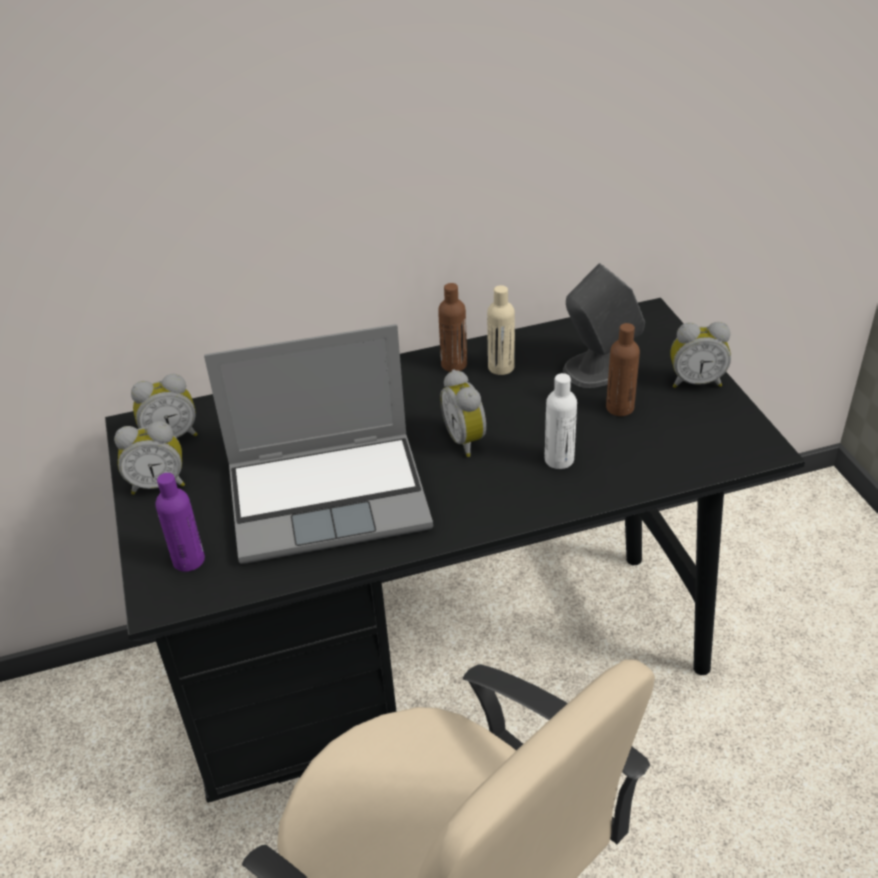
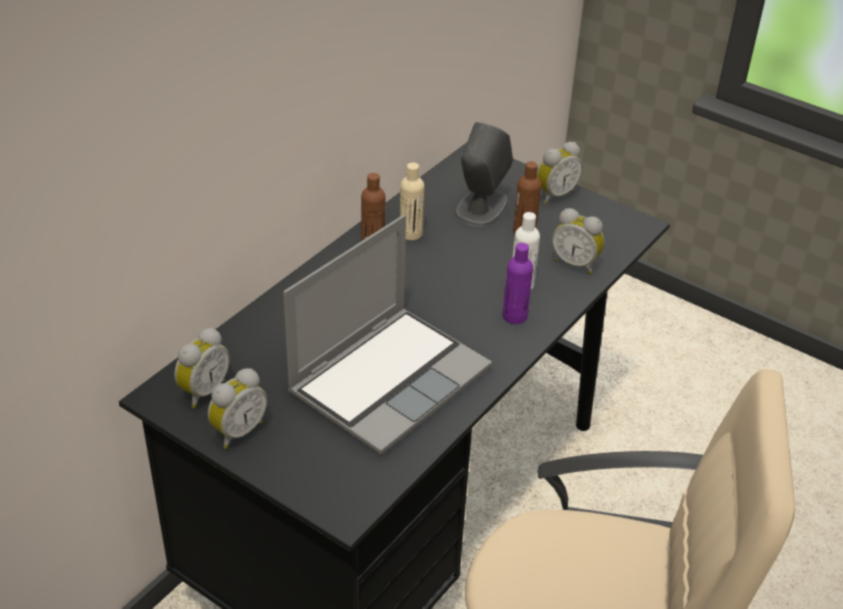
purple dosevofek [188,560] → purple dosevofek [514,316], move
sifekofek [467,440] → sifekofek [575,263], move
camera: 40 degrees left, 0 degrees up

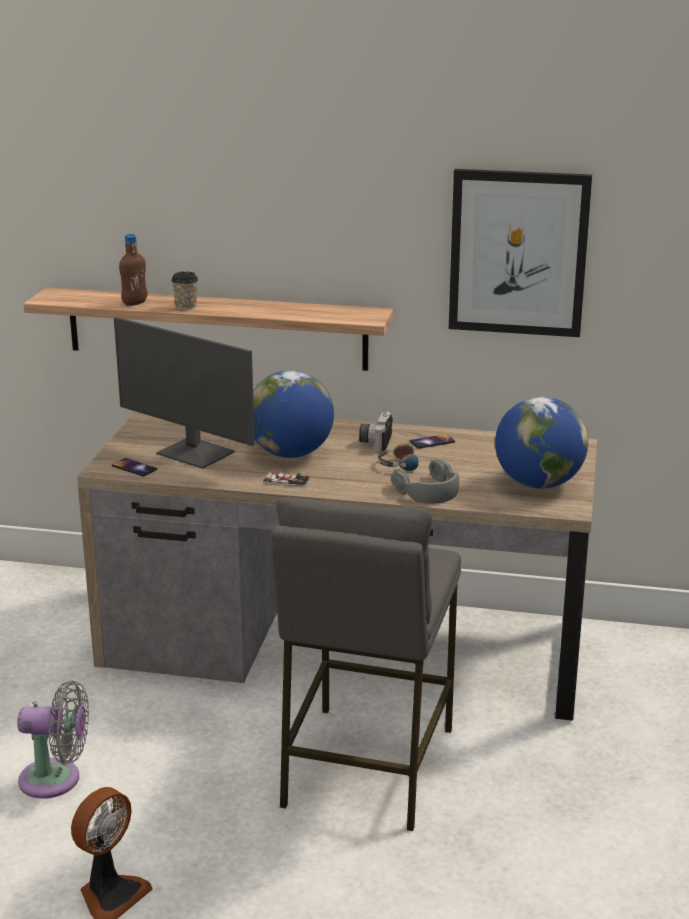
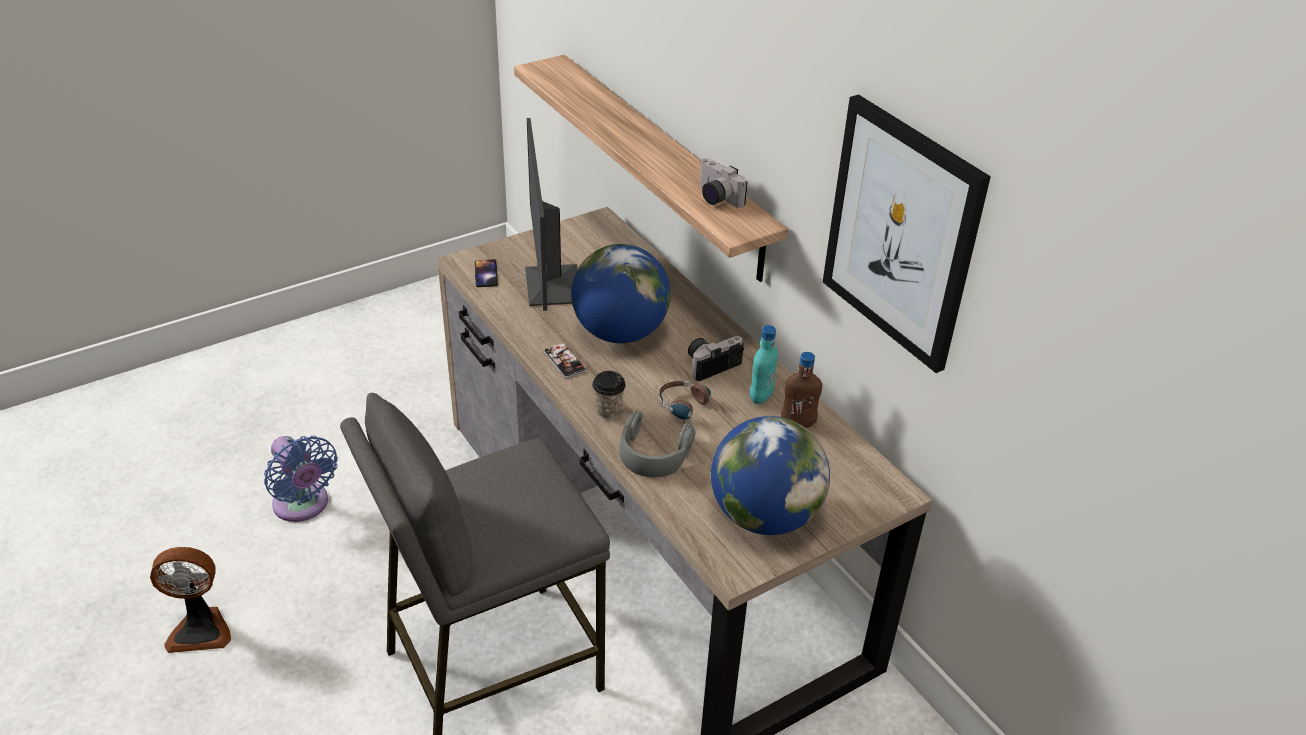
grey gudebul [56,780] → blue gudebul [303,506]
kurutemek [186,307] → kurutemek [608,411], move
- → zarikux [715,198]
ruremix [432,442] → turquoise dosevofek [761,396]
brown dosevofek [134,303] → brown dosevofek [798,423], move
camera: 45 degrees right, 15 degrees up

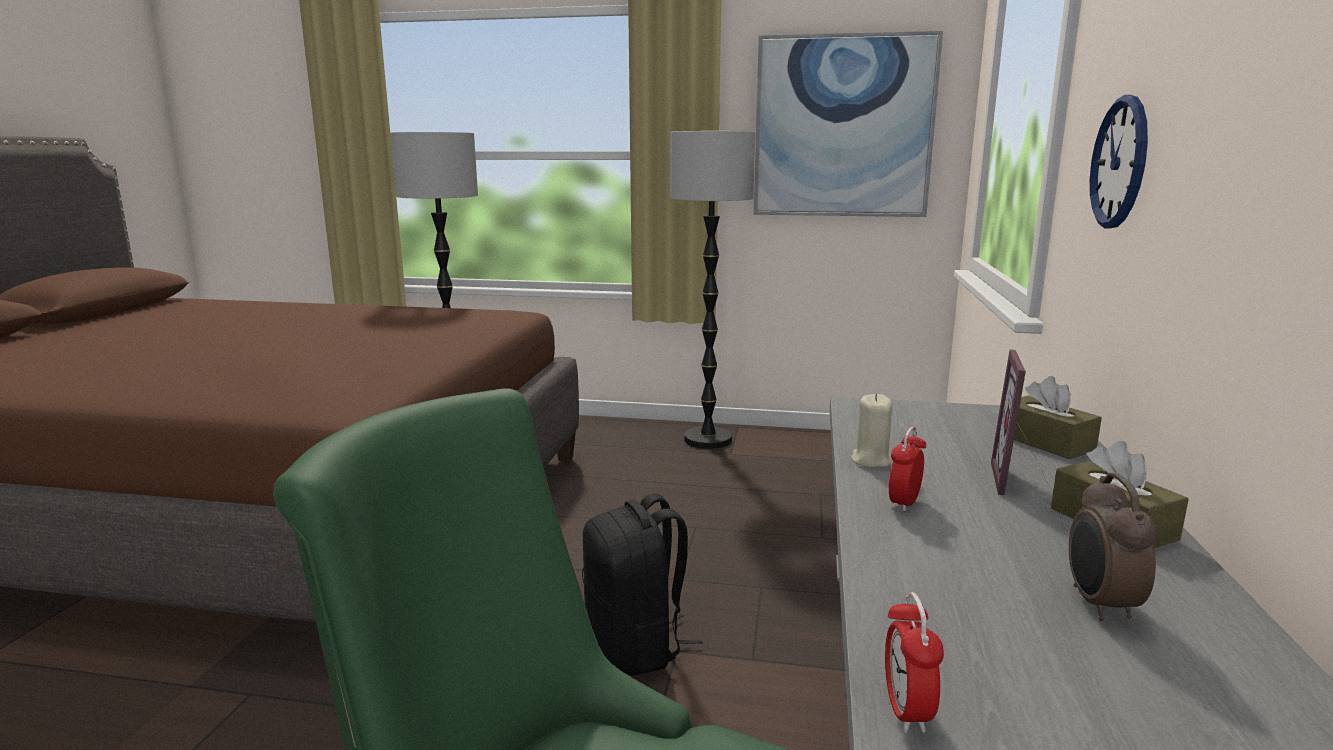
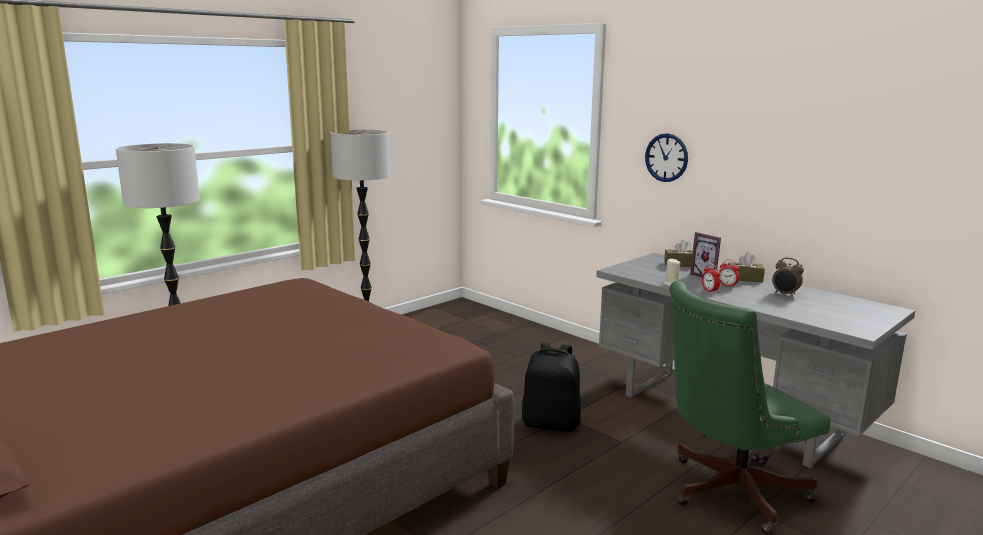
sifekofek [906,711] → sifekofek [727,286], move
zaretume [843,127] → -
camera: 55 degrees left, 0 degrees up

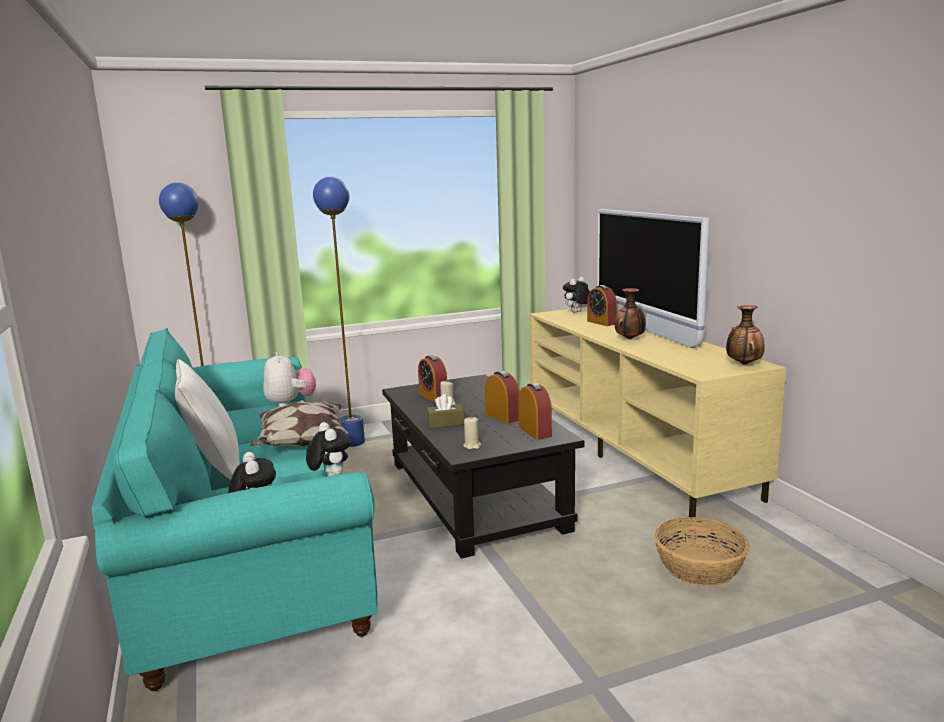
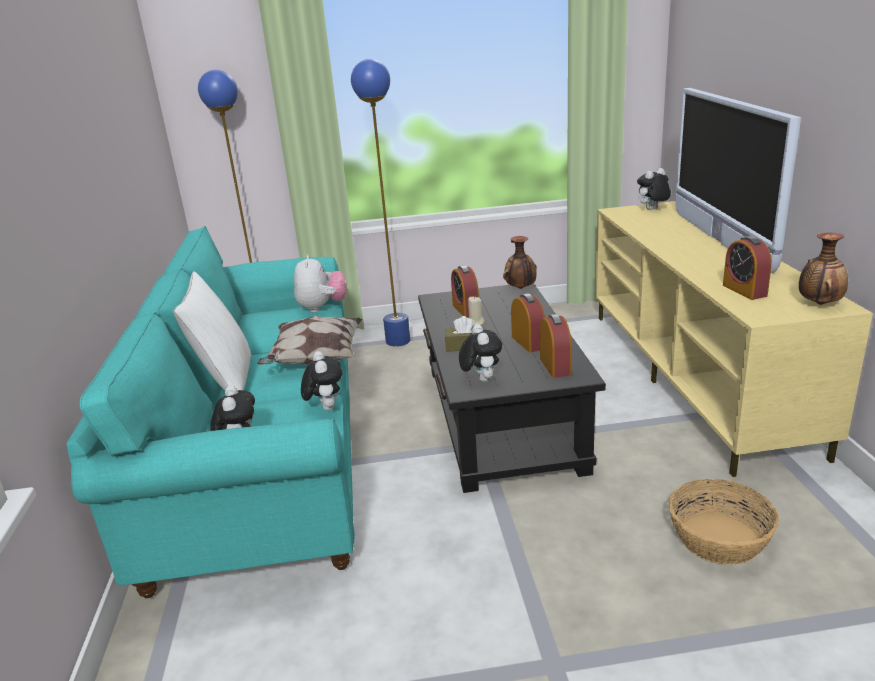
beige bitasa [472,445] → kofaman [481,379]
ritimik [630,339] → ritimik [520,288], move
sifekofek [601,322] → sifekofek [744,290], move
camera: 15 degrees right, 10 degrees up

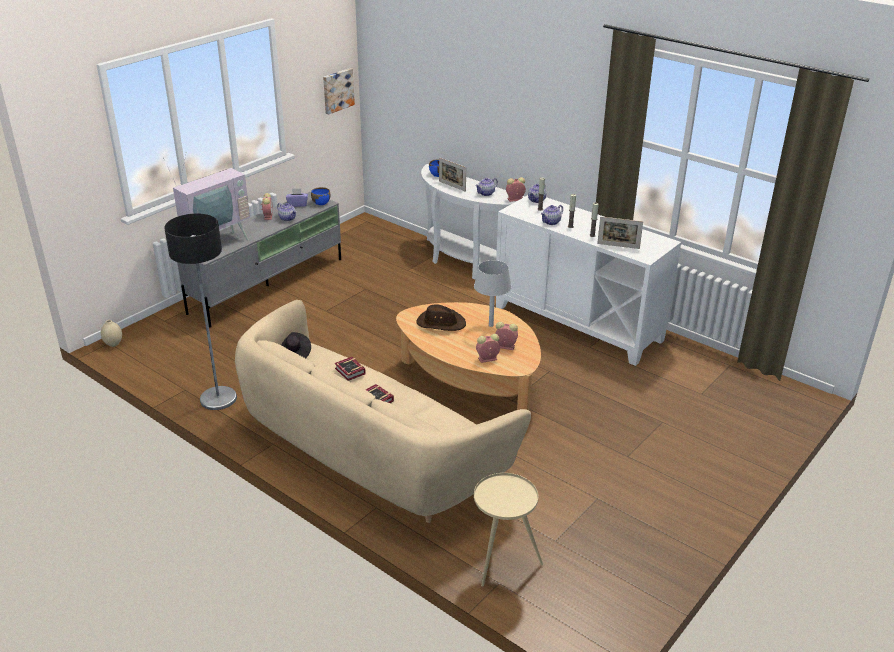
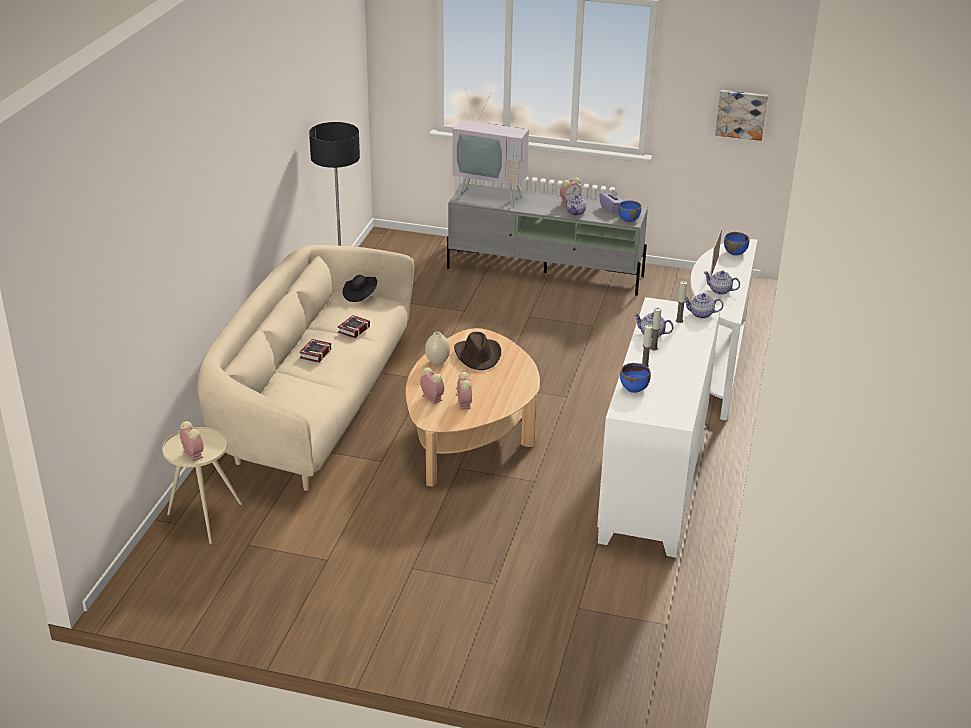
sifekofek [514,199] → sifekofek [192,454], move
beige ritimik [113,344] → beige ritimik [437,362], move
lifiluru [618,246] → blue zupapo [634,388]
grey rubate [490,325] → -
camera: 65 degrees right, 0 degrees up

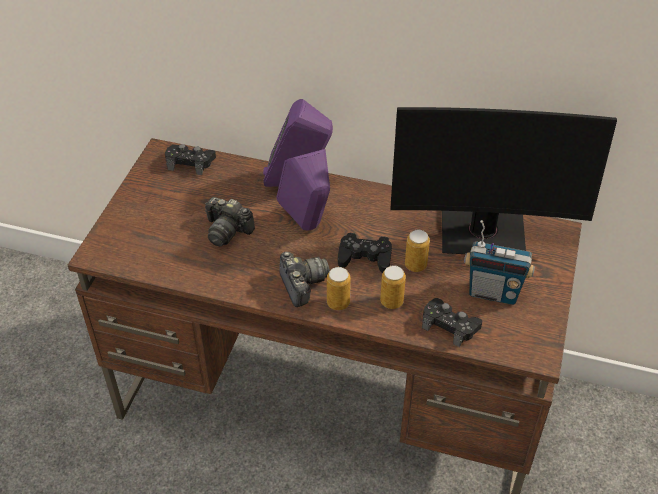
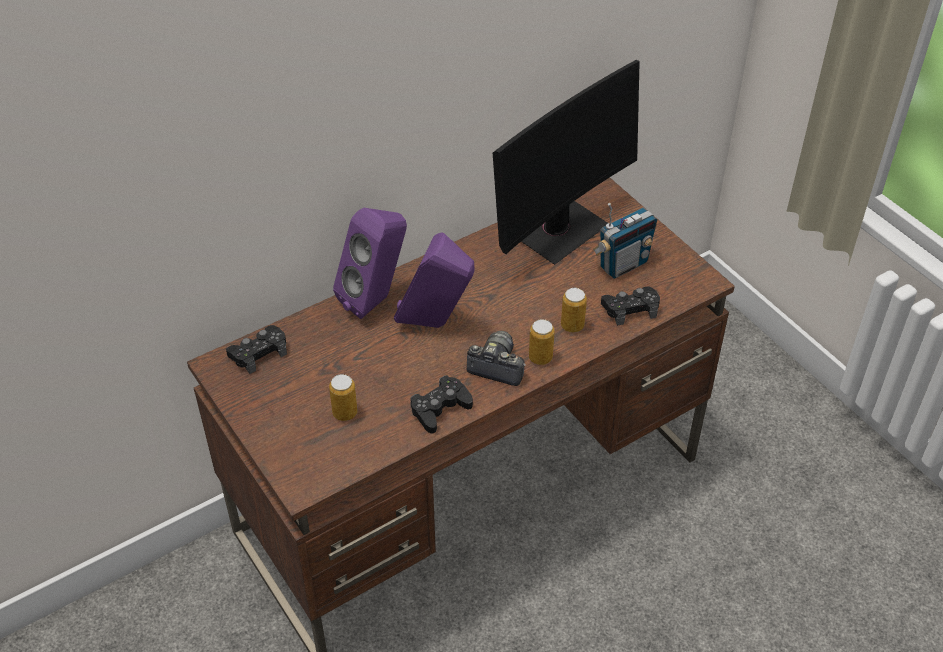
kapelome [415,265] → kapelome [345,413], move
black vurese [365,257] → black vurese [440,409], move
zarikux [227,231] → -
camera: 50 degrees left, 0 degrees up

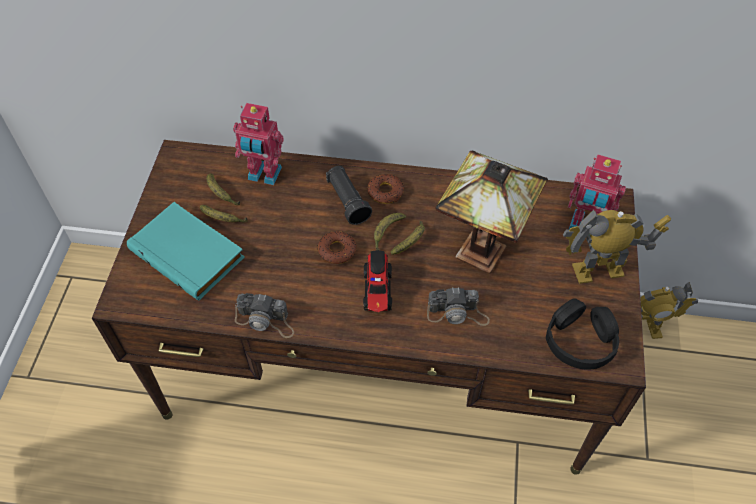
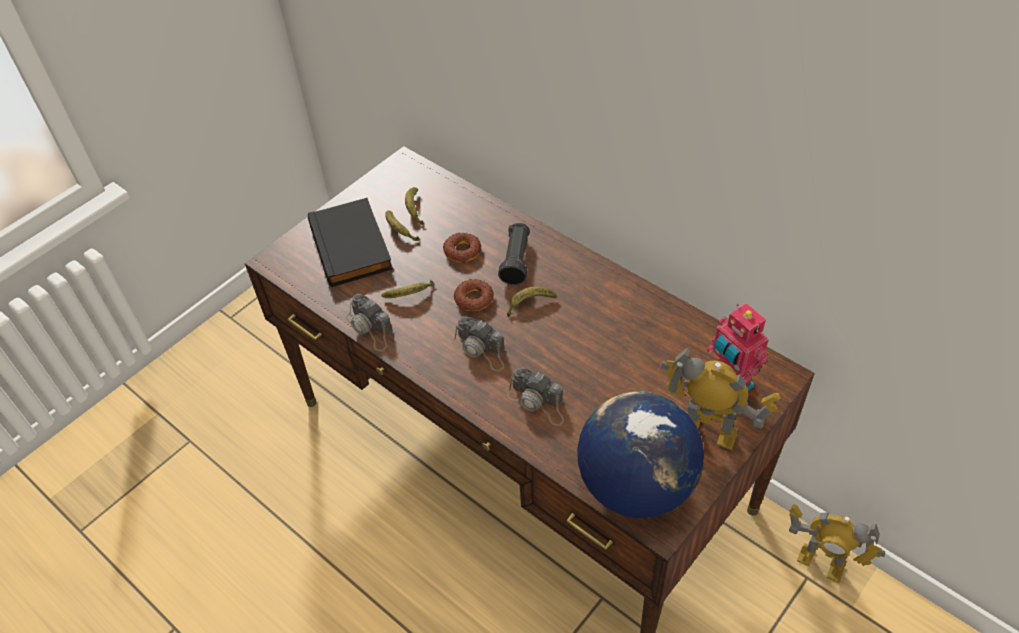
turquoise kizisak [189,253] → black kizisak [353,246]
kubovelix [411,242] → kubovelix [409,295], move
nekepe [385,192] → nekepe [462,251], move
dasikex [377,292] → zarikux [481,350]
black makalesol [580,341] → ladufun [635,485]
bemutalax [264,175] → -
rubate [480,248] → -
camera: 35 degrees right, 5 degrees down

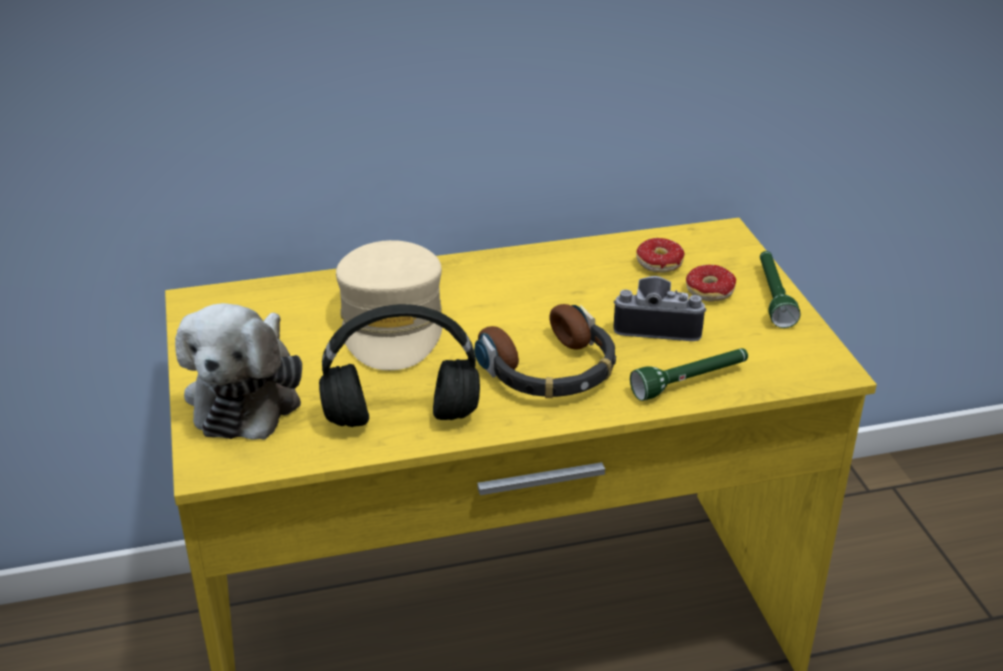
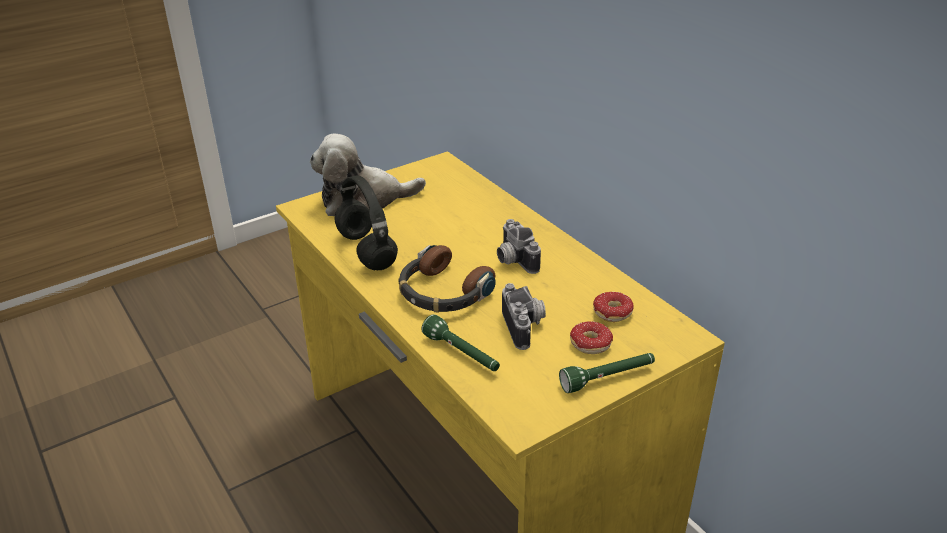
- → zarikux [513,260]
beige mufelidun [392,324] → -
camera: 70 degrees right, 0 degrees up

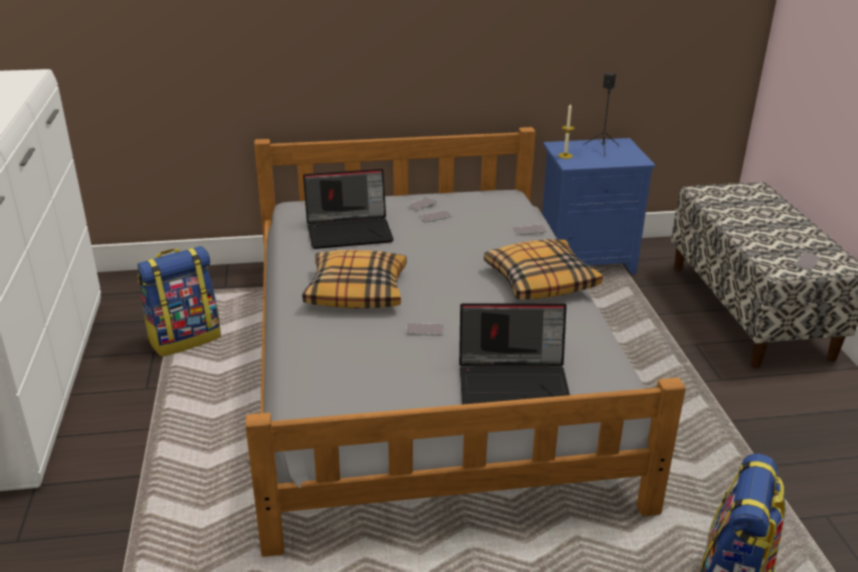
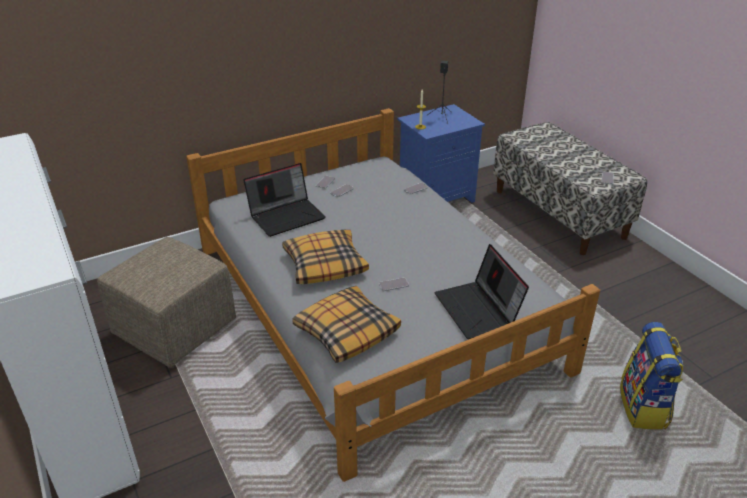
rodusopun [185,338] → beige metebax [175,328]
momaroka [540,280] → momaroka [346,331], move
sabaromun [515,382] → sabaromun [478,310], 90 degrees clockwise
camera: 20 degrees left, 5 degrees up

